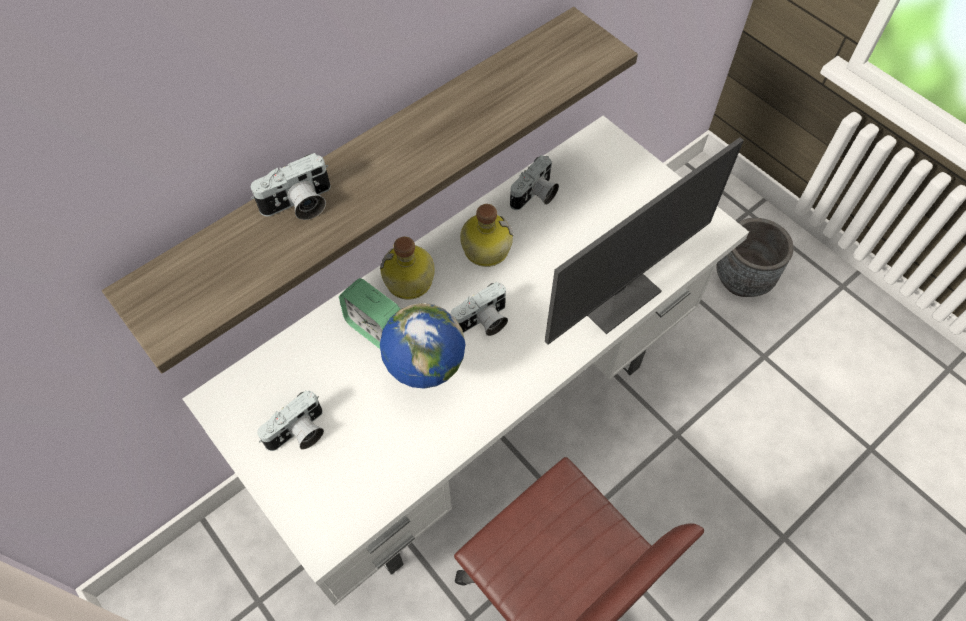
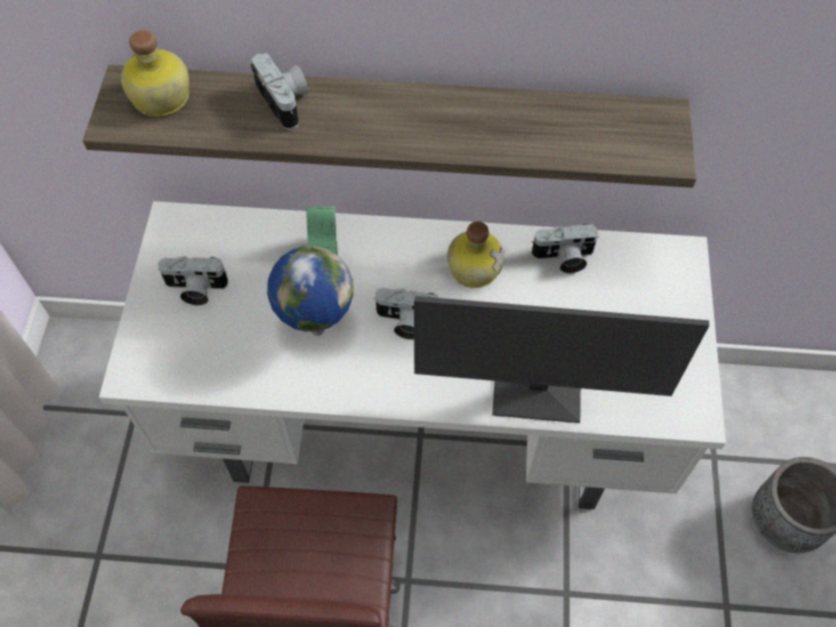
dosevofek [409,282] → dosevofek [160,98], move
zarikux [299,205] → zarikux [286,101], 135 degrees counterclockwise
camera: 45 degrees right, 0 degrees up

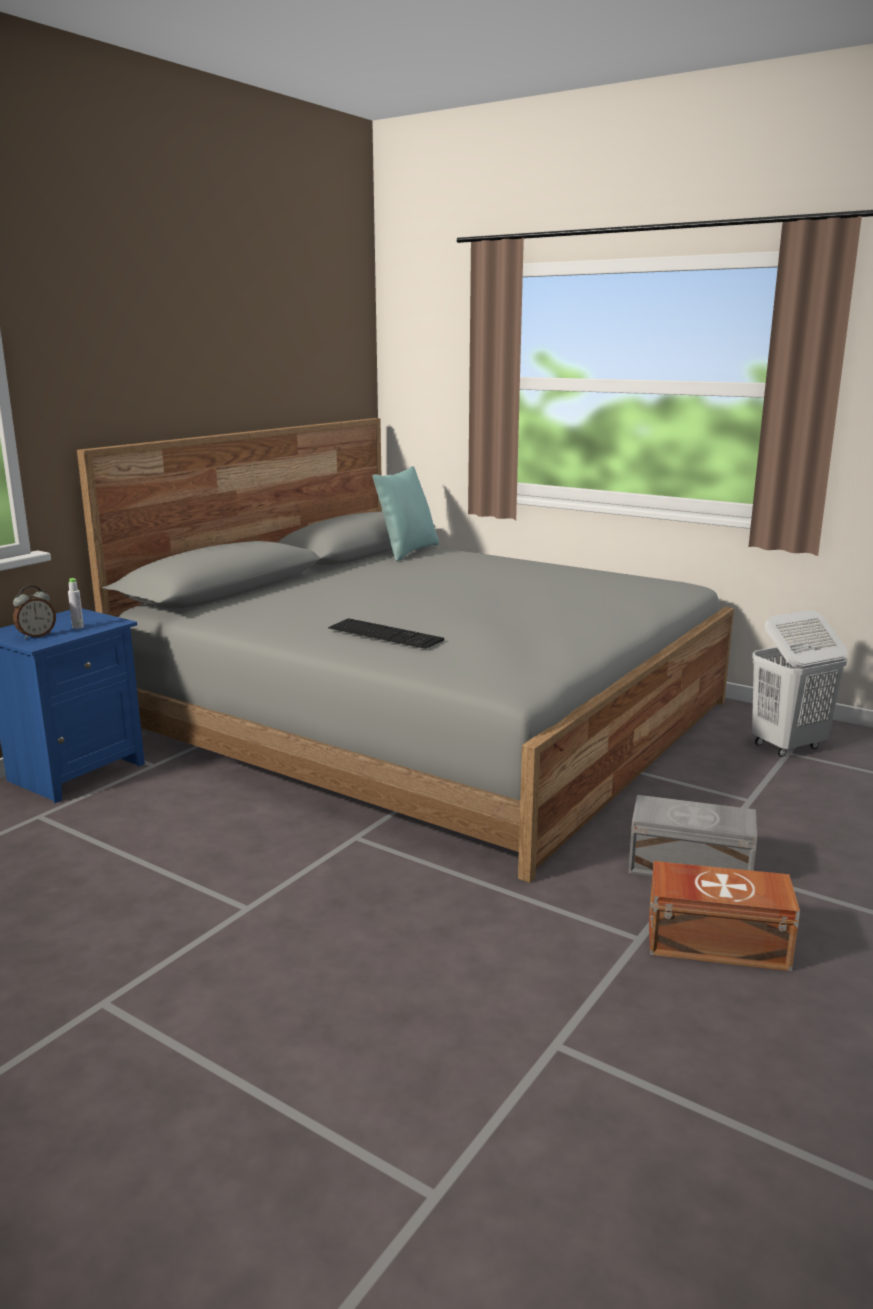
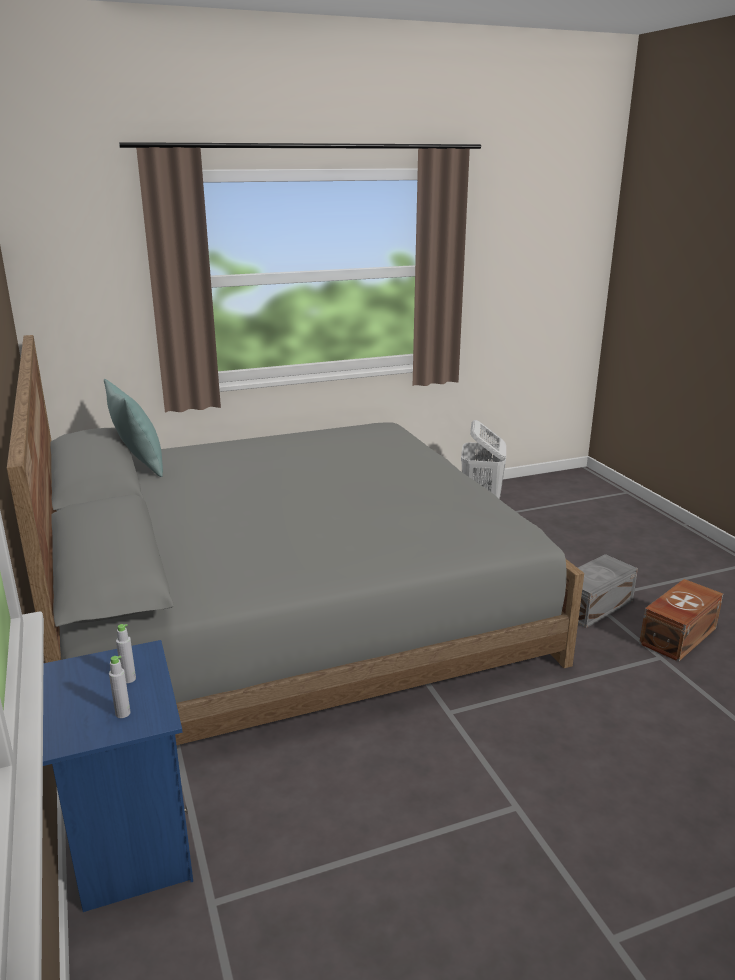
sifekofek [36,636] → grey dosevofek [123,713]
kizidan [384,634] → -
camera: 55 degrees left, 5 degrees up

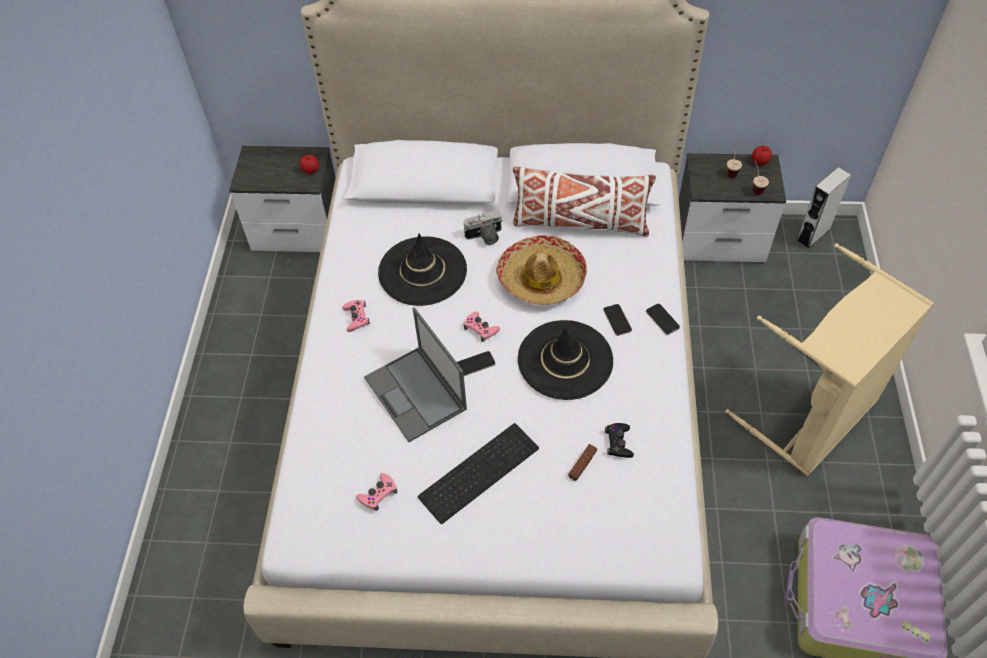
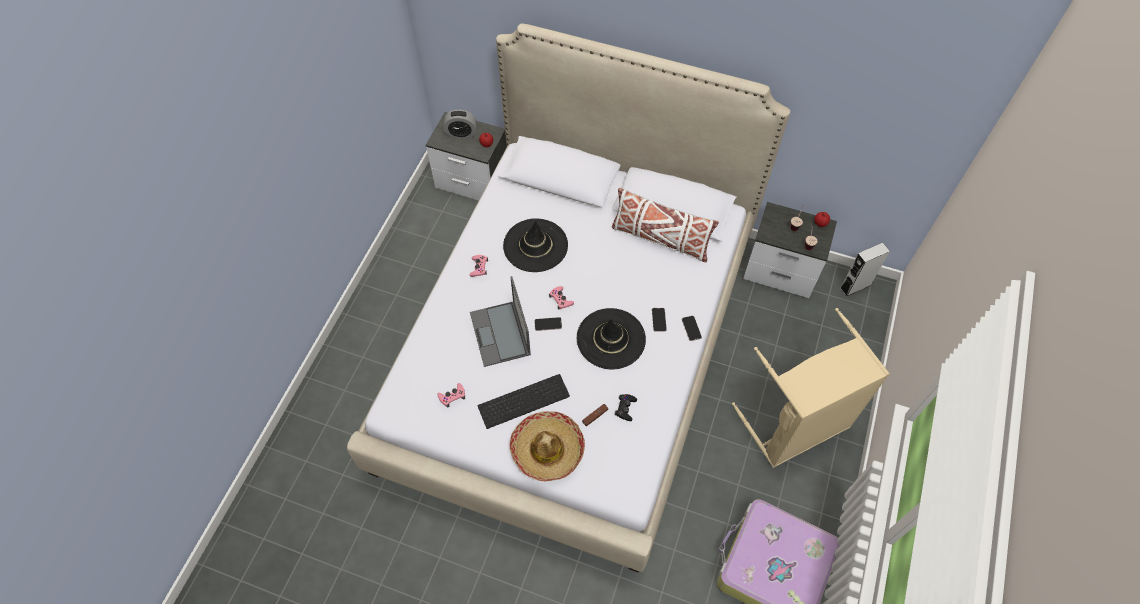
- → sifekofek [461,133]
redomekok [541,278] → redomekok [547,449], move
zarikux [485,237] → -
camera: 15 degrees right, 5 degrees up

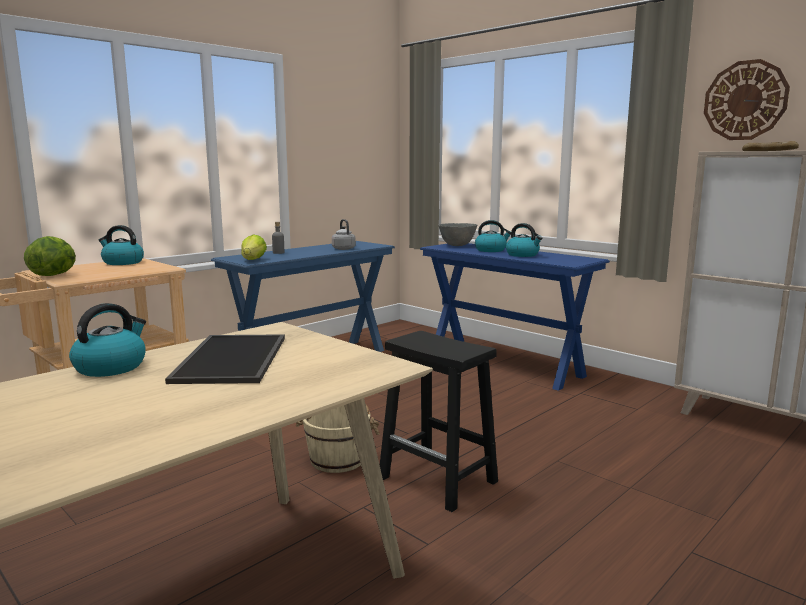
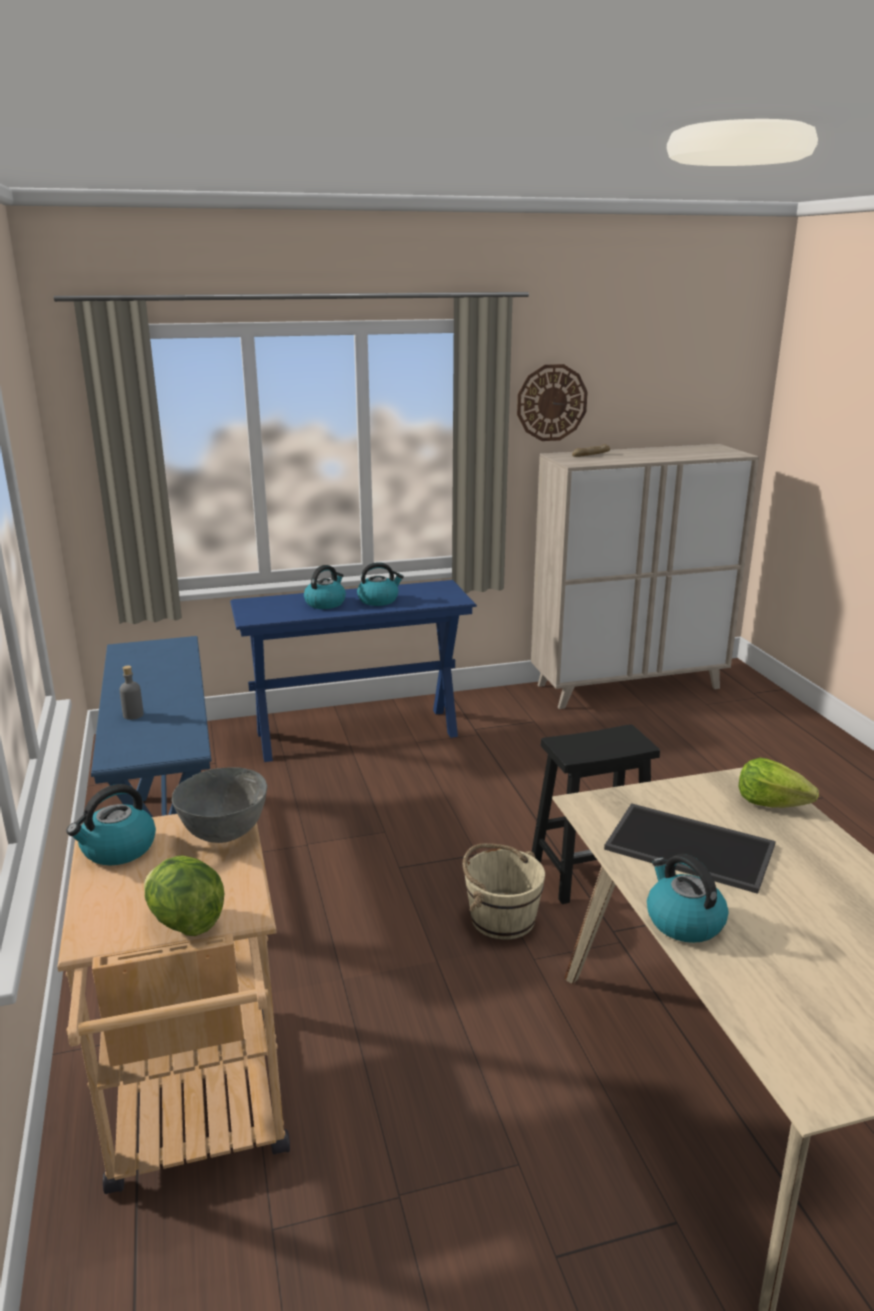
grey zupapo [457,245] → grey zupapo [223,834], move
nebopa [253,260] → nebopa [770,803], move
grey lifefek [343,248] → -
camera: 60 degrees left, 10 degrees up

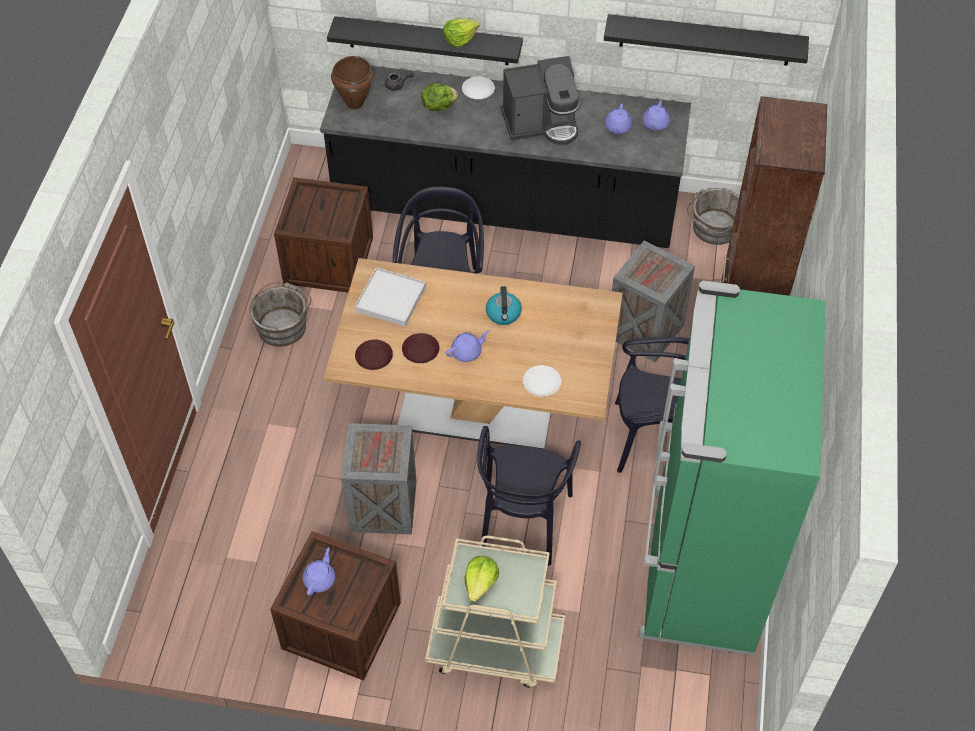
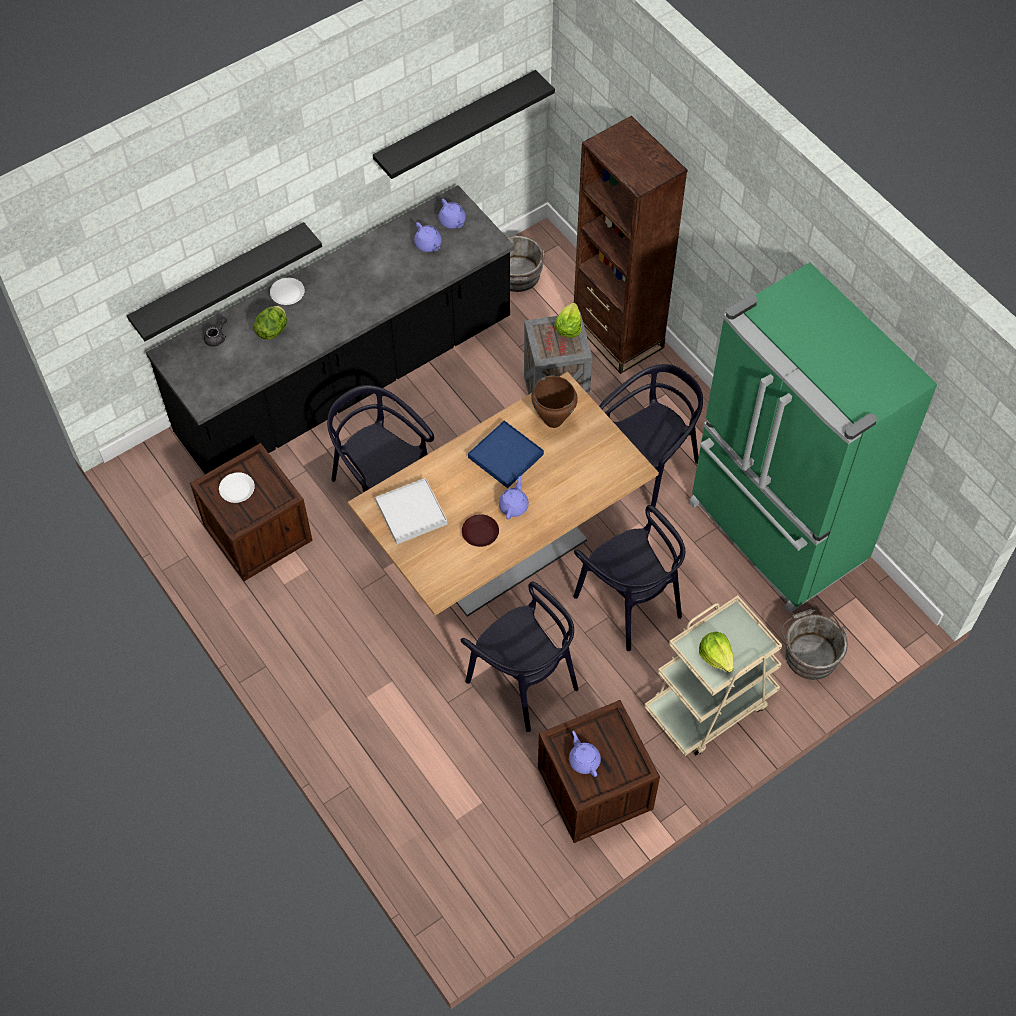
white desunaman [541,384] → white desunaman [237,490], move
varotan [382,507] → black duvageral [523,681]
lifefek [503,314] → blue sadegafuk [505,456]
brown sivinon [354,103] → brown sivinon [553,421], move
nebopa [459,39] → nebopa [568,327], move
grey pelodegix [283,325] → grey pelodegix [809,653], move
brown desunaman [374,357] → -
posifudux [541,124] → -
camera: 45 degrees left, 5 degrees up

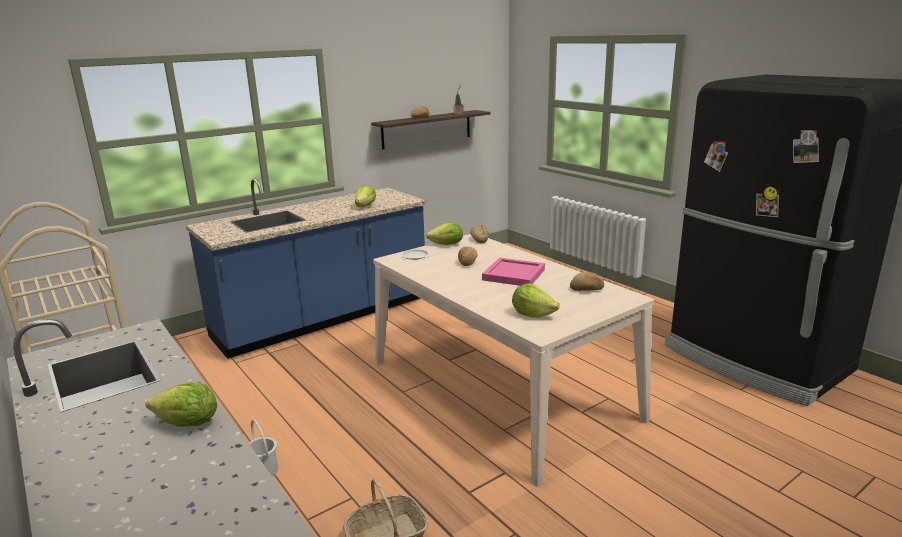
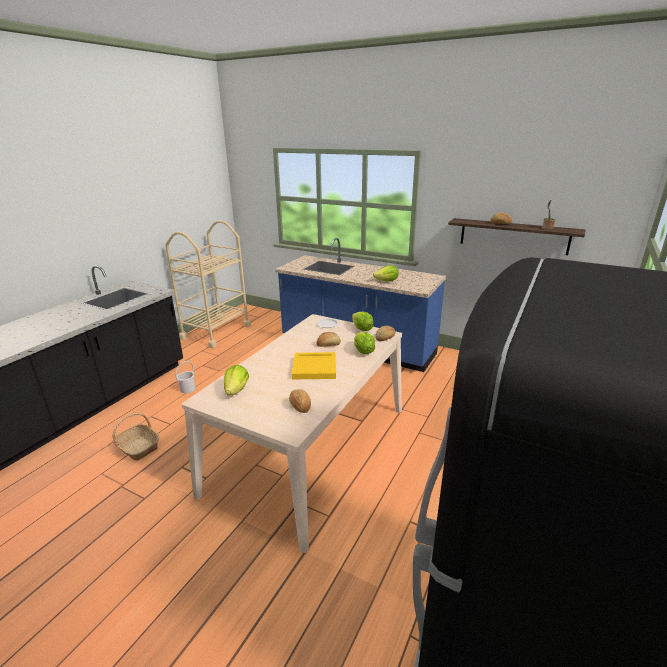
pink sadegafuk [513,274] → yellow sadegafuk [315,367]
nebopa [188,424] → nebopa [363,351], move
camera: 65 degrees right, 5 degrees up

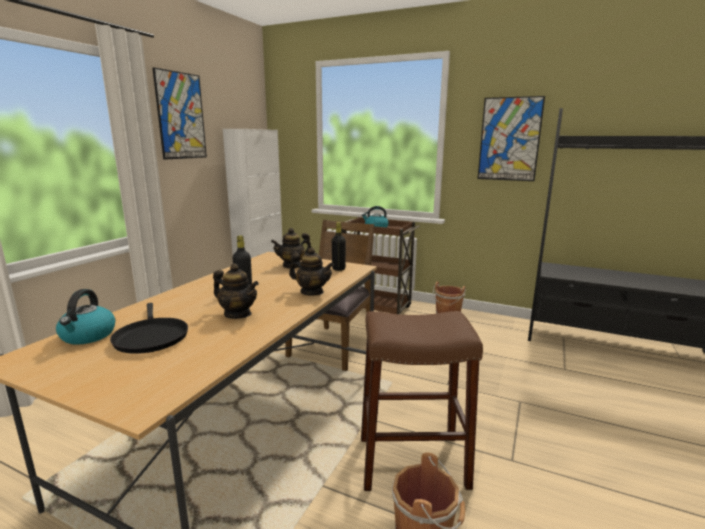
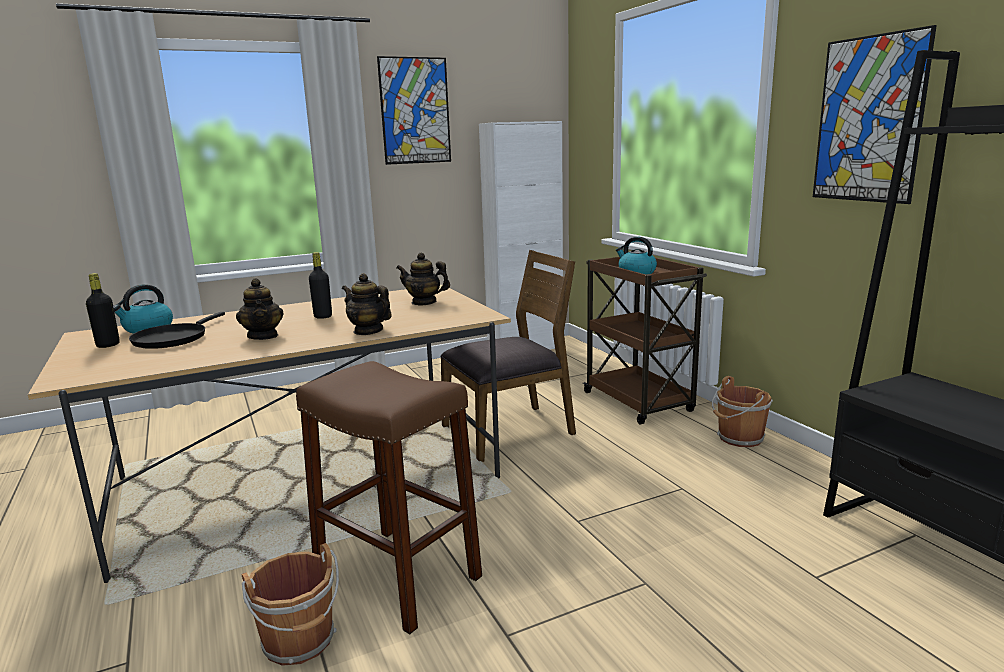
black dosevofek [338,269] → black dosevofek [108,345], move
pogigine [312,292] → pogigine [368,331], 150 degrees clockwise
camera: 40 degrees right, 0 degrees up

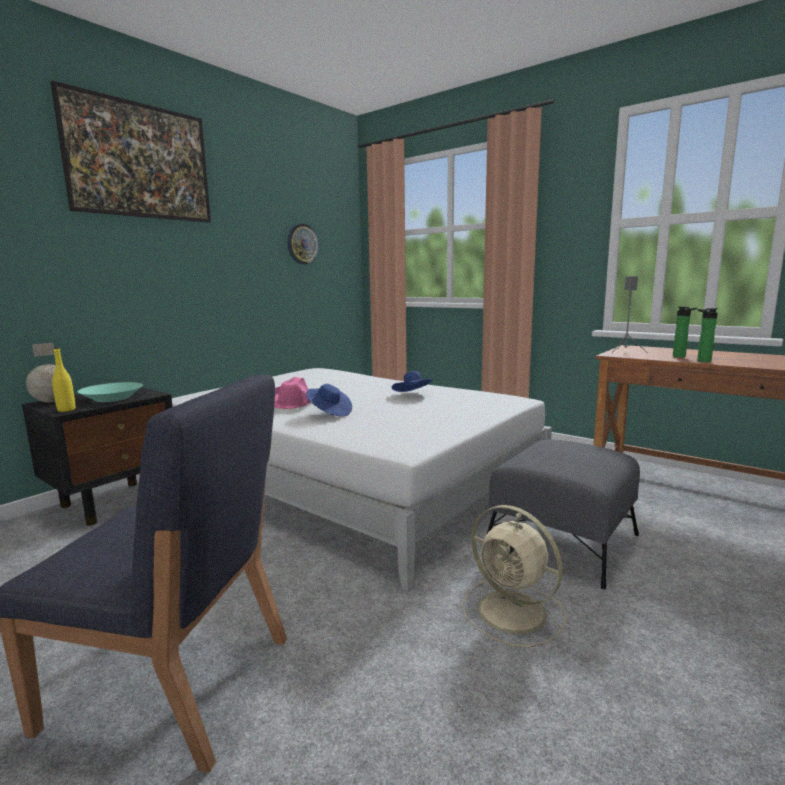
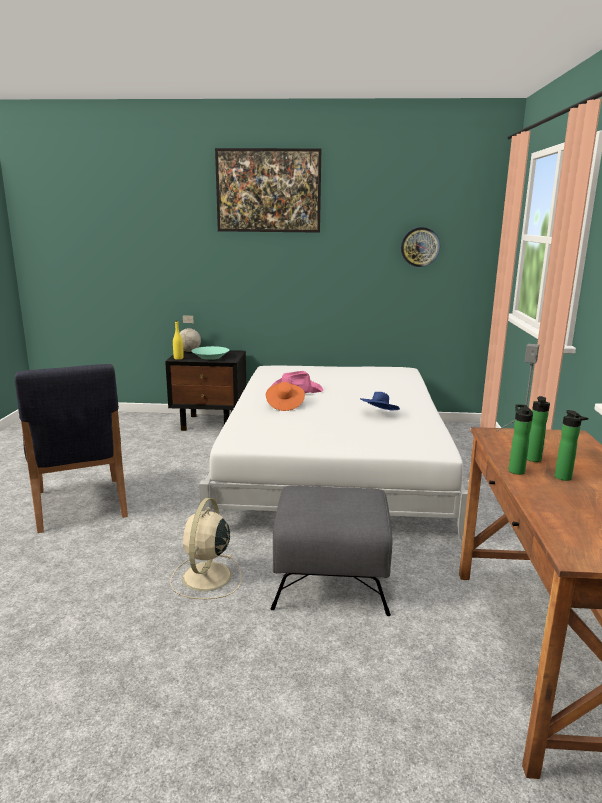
blue redomekok [329,412] → orange redomekok [284,405]
- → dosevofek [565,478]
camera: 55 degrees right, 5 degrees up

